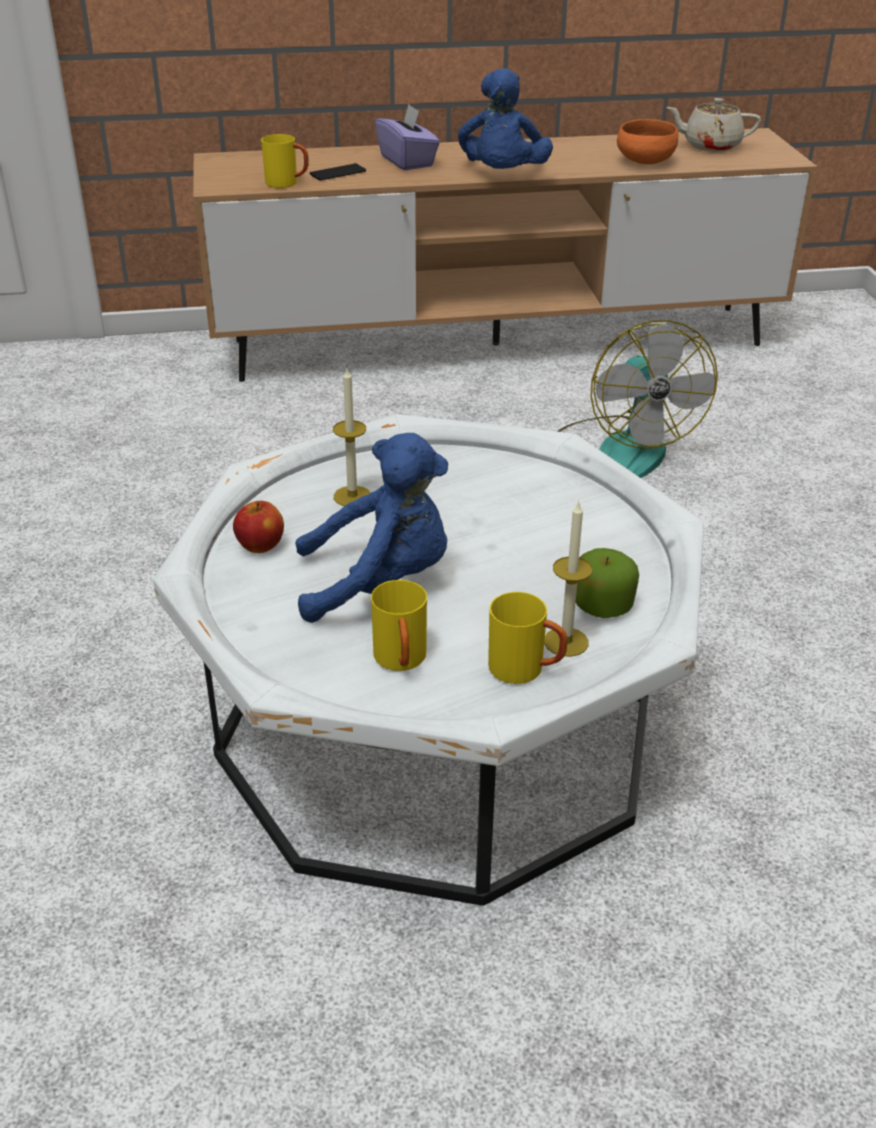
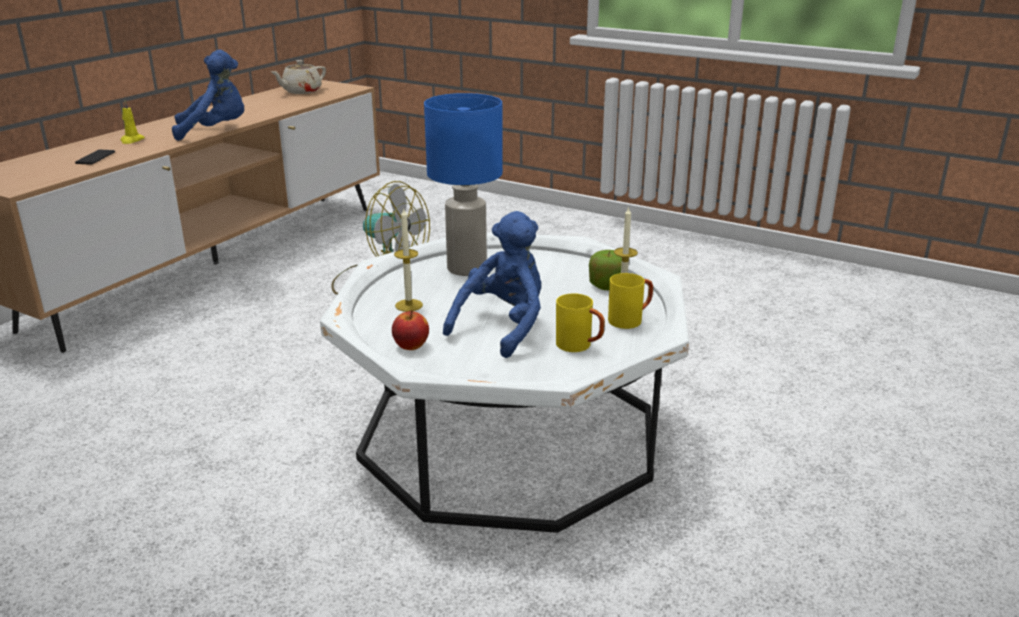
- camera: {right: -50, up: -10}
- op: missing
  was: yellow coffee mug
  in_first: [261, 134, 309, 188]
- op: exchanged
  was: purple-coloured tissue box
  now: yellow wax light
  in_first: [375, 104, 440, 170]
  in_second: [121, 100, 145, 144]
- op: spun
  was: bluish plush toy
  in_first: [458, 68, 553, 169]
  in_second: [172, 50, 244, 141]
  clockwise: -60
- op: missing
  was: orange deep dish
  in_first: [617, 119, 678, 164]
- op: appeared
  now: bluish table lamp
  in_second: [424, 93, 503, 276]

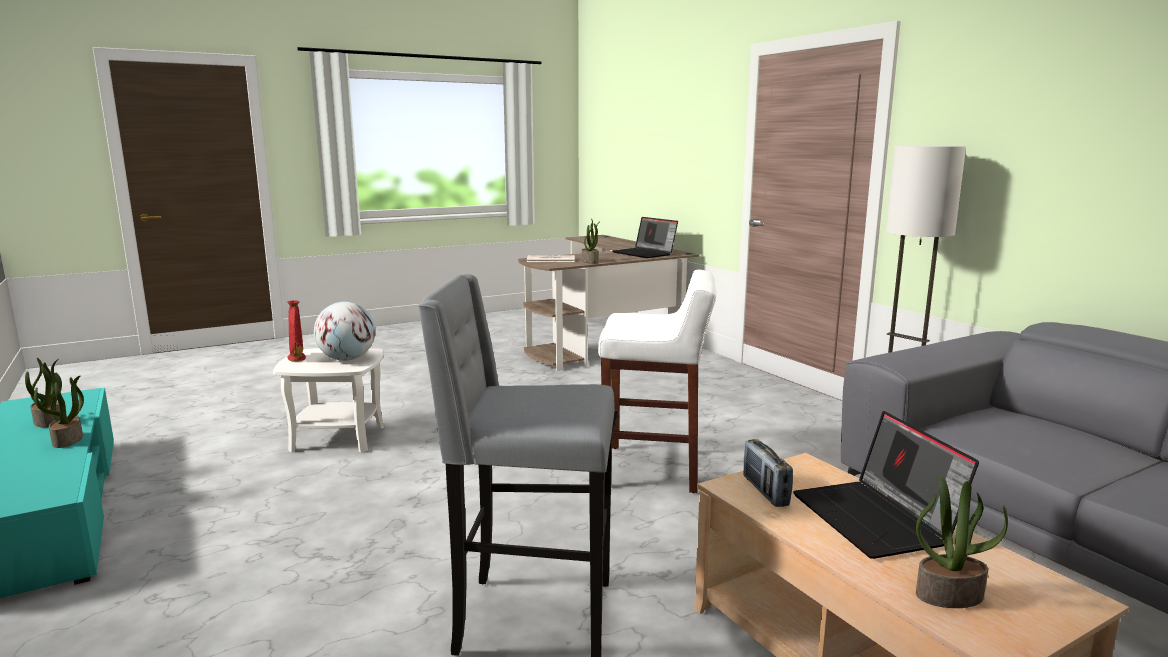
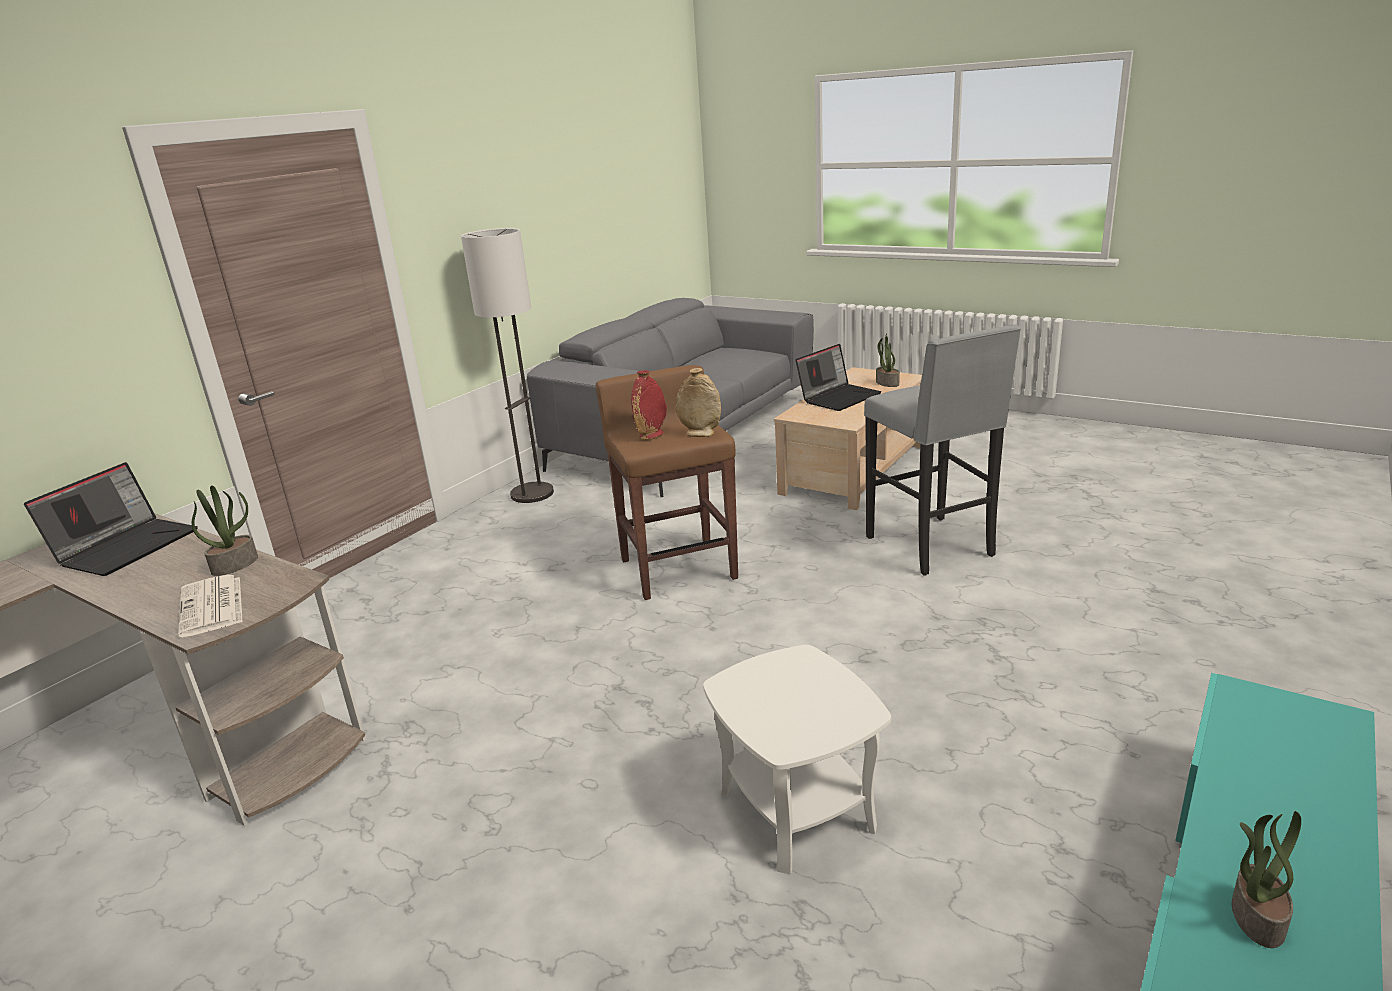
- camera: {right: -115, up: 10}
- op: missing
  was: potted plant
  in_first: [34, 373, 84, 448]
- op: relocated
  was: red-coloured decorative vase
  in_first: [287, 300, 306, 362]
  in_second: [631, 370, 667, 440]
- op: missing
  was: globe
  in_first: [314, 302, 375, 361]
- op: colour
  was: white-coloured stool
  now: brownish stool
  in_first: [598, 270, 716, 493]
  in_second: [596, 365, 738, 600]
- op: missing
  was: radio
  in_first: [743, 439, 793, 507]
- op: appeared
  now: beige decorative vase
  in_second: [676, 368, 721, 437]

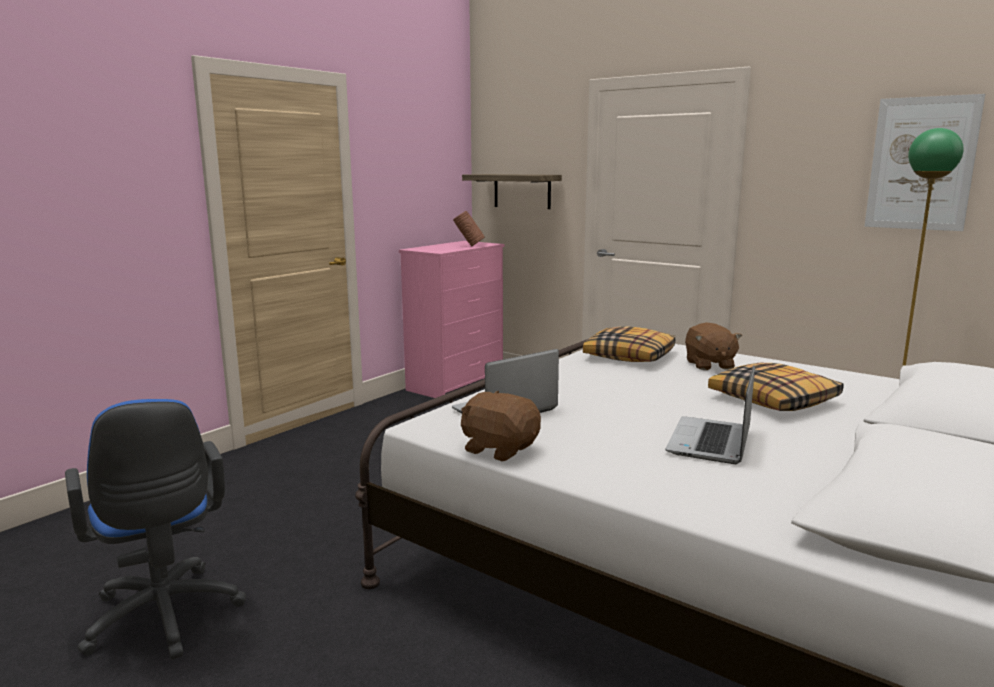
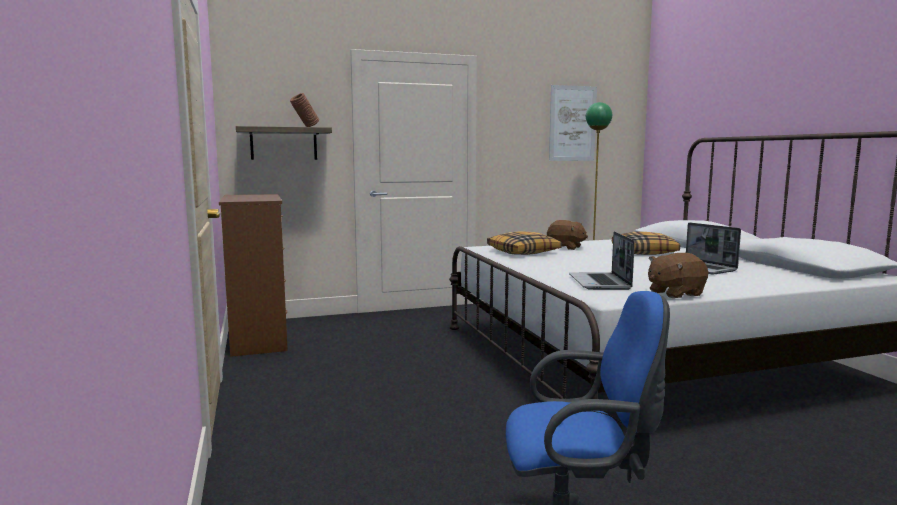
- camera: {right: -55, up: -5}
- op: colour
  was: pinkish chest of drawers
  now: brownish chest of drawers
  in_first: [399, 241, 504, 398]
  in_second: [219, 194, 288, 357]
- op: relocated
  was: brownish decorative vase
  in_first: [453, 211, 485, 246]
  in_second: [290, 93, 319, 127]

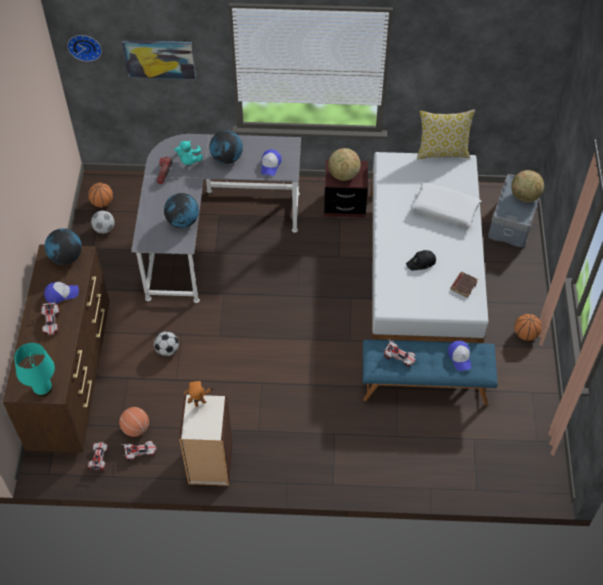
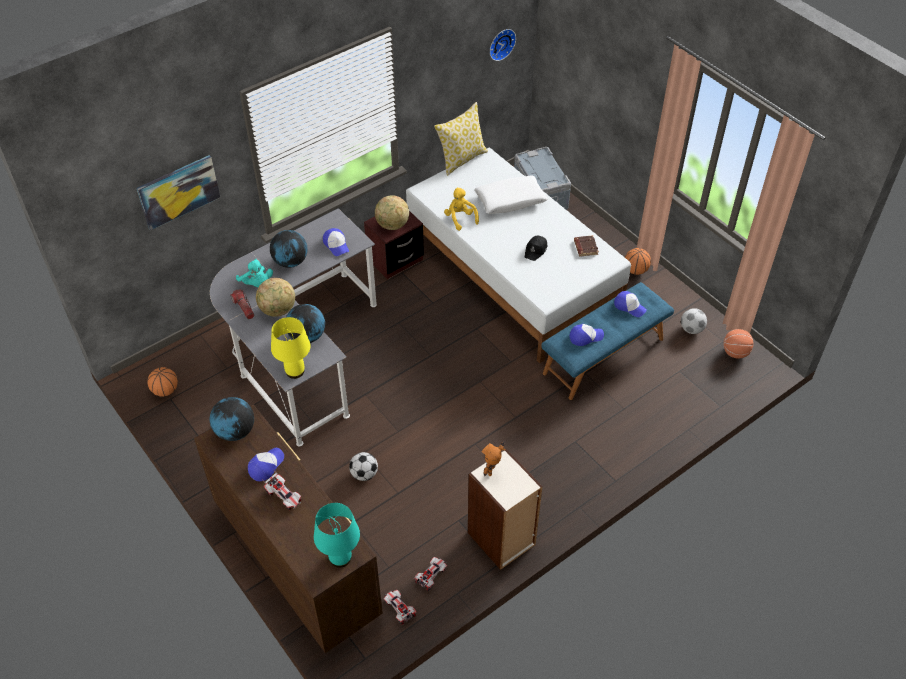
- camera: {right: -40, up: -5}
- op: relocated
  was: clock on the wall
  in_first: [67, 35, 102, 62]
  in_second: [490, 29, 516, 61]
- op: relocated
  was: football ball
  in_first: [91, 211, 115, 234]
  in_second: [681, 308, 707, 334]
- op: relocated
  was: basketball ball
  in_first: [119, 407, 149, 437]
  in_second: [724, 329, 753, 359]
- op: exchanged
  was: model car
  now: baseball cap
  in_first: [383, 339, 416, 367]
  in_second: [570, 324, 604, 346]
- op: relocated
  was: globe
  in_first: [511, 170, 544, 202]
  in_second: [256, 278, 295, 317]
- op: appeared
  now: yellow table lamp
  in_second: [271, 317, 311, 379]
- op: appeared
  now: yellow plush toy
  in_second: [444, 188, 479, 231]

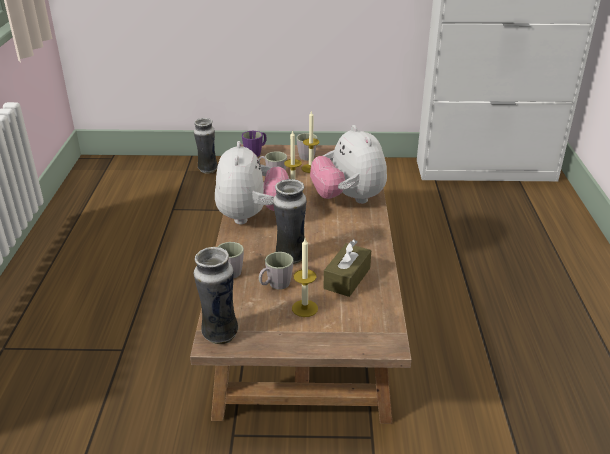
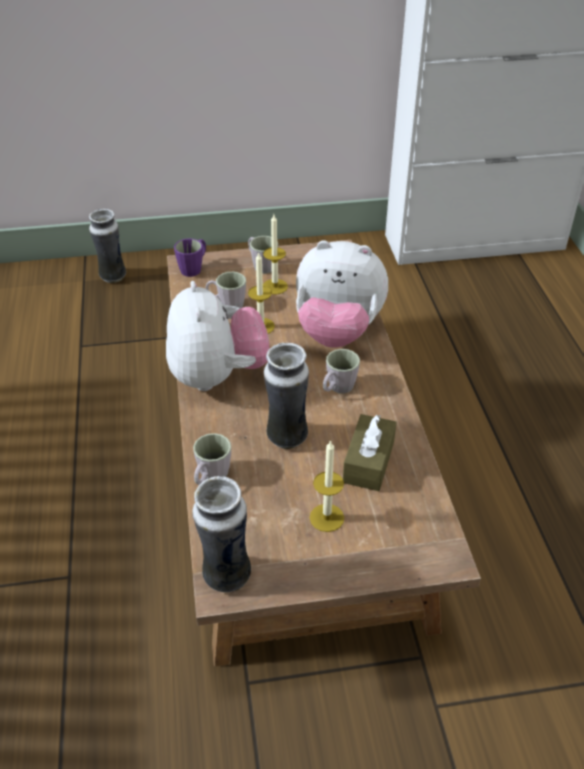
- camera: {right: -10, up: 10}
- op: relocated
  was: gray coffee mug
  in_first: [259, 252, 293, 290]
  in_second: [323, 349, 360, 394]
- op: spun
  was: plush toy
  in_first: [310, 125, 387, 204]
  in_second: [296, 240, 388, 348]
  clockwise: -45

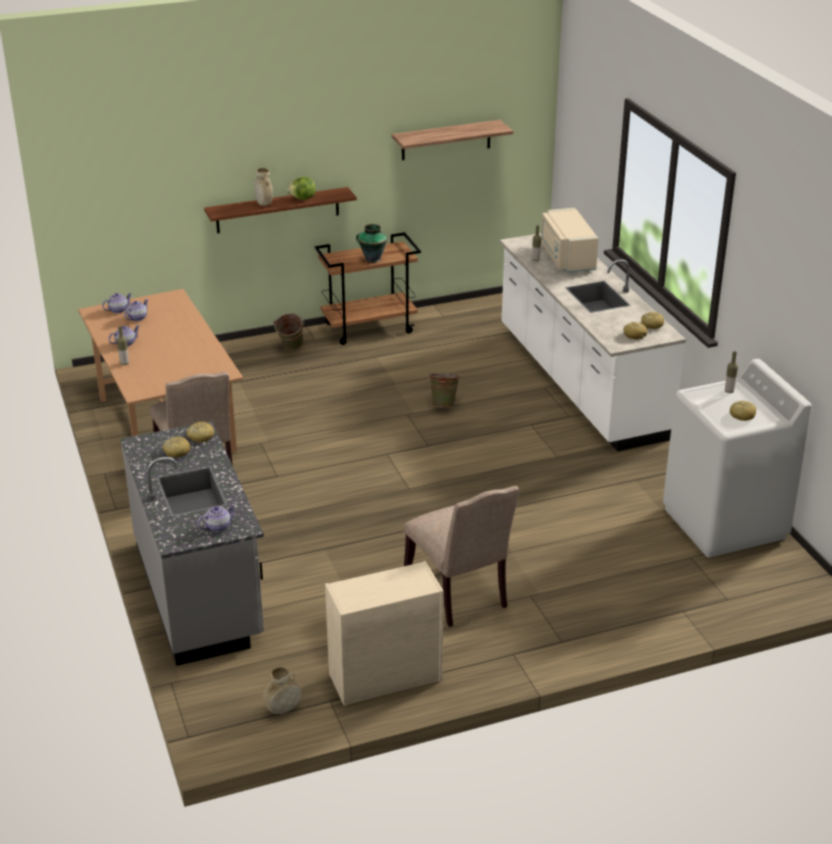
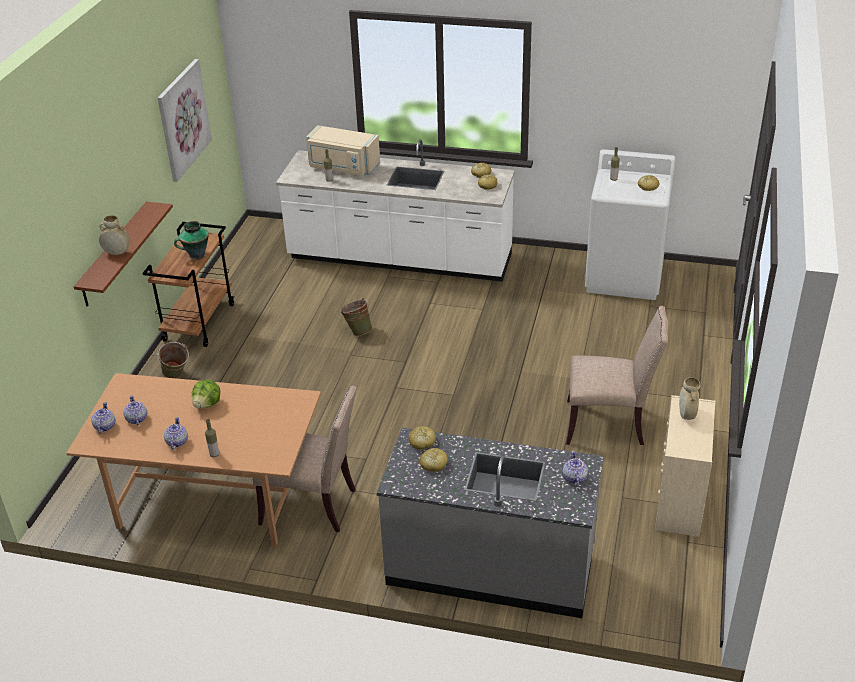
- camera: {right: -55, up: 5}
- op: relocated
  was: beige decorative vase
  in_first: [263, 667, 302, 714]
  in_second: [679, 377, 700, 420]
- op: relocated
  was: lettuce
  in_first: [287, 177, 316, 200]
  in_second: [192, 379, 220, 408]
- op: exchanged
  was: wall shelf
  now: wall art
  in_first: [392, 120, 514, 160]
  in_second: [158, 59, 212, 182]

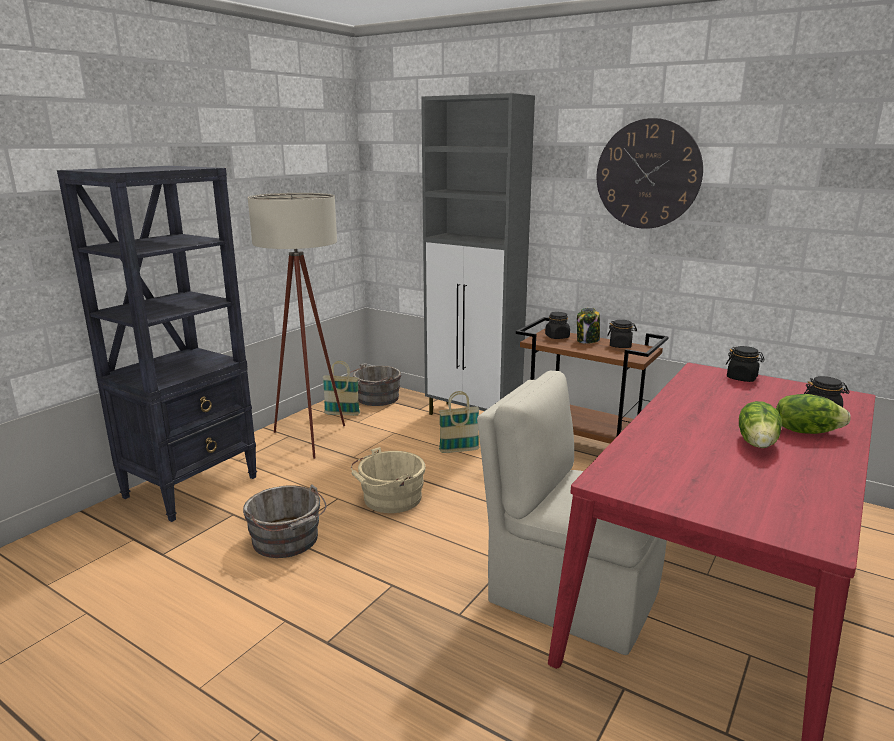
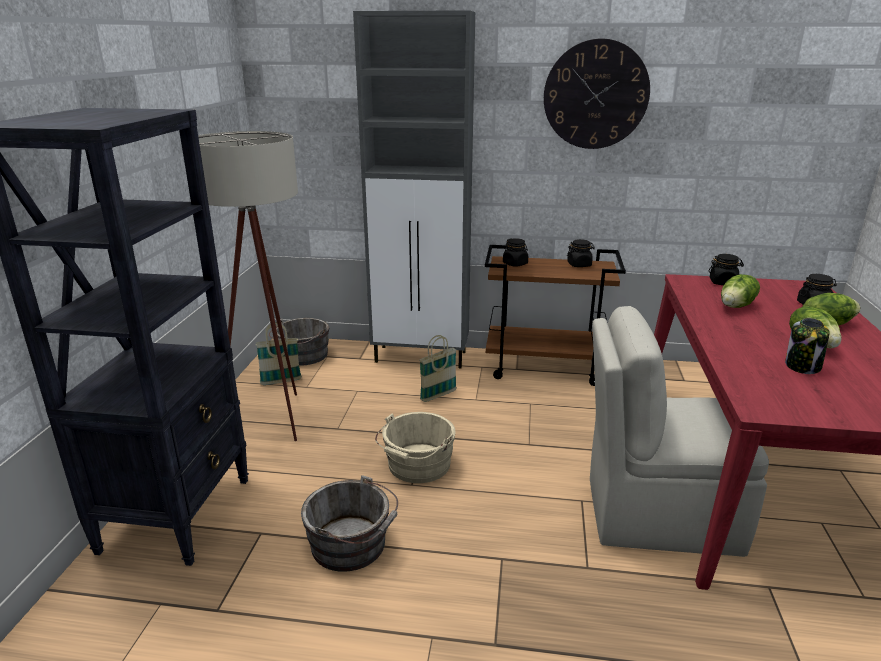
- camera: {right: -25, up: 5}
- op: relocated
  was: jar
  in_first: [577, 308, 600, 344]
  in_second: [785, 318, 830, 374]
- op: appeared
  now: lettuce
  in_second: [721, 274, 760, 308]

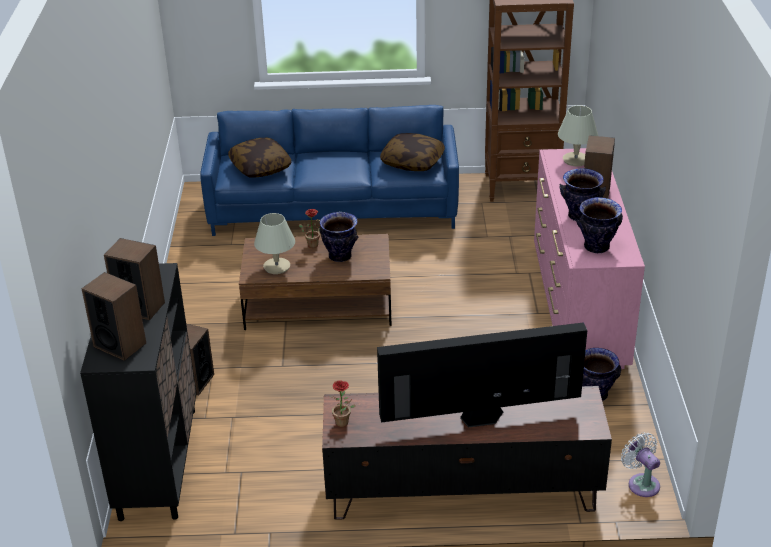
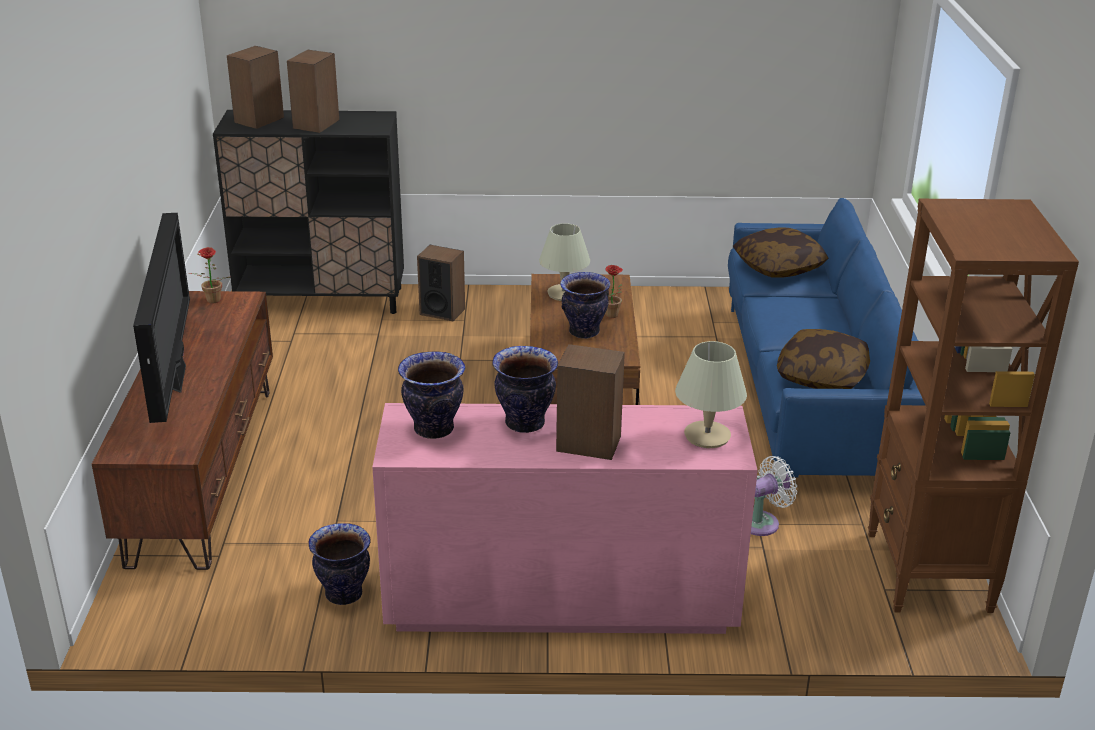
- camera: {right: 90, up: -5}
- op: relocated
  was: white-coloured cooling fan
  in_first: [621, 433, 660, 497]
  in_second: [751, 456, 797, 536]

